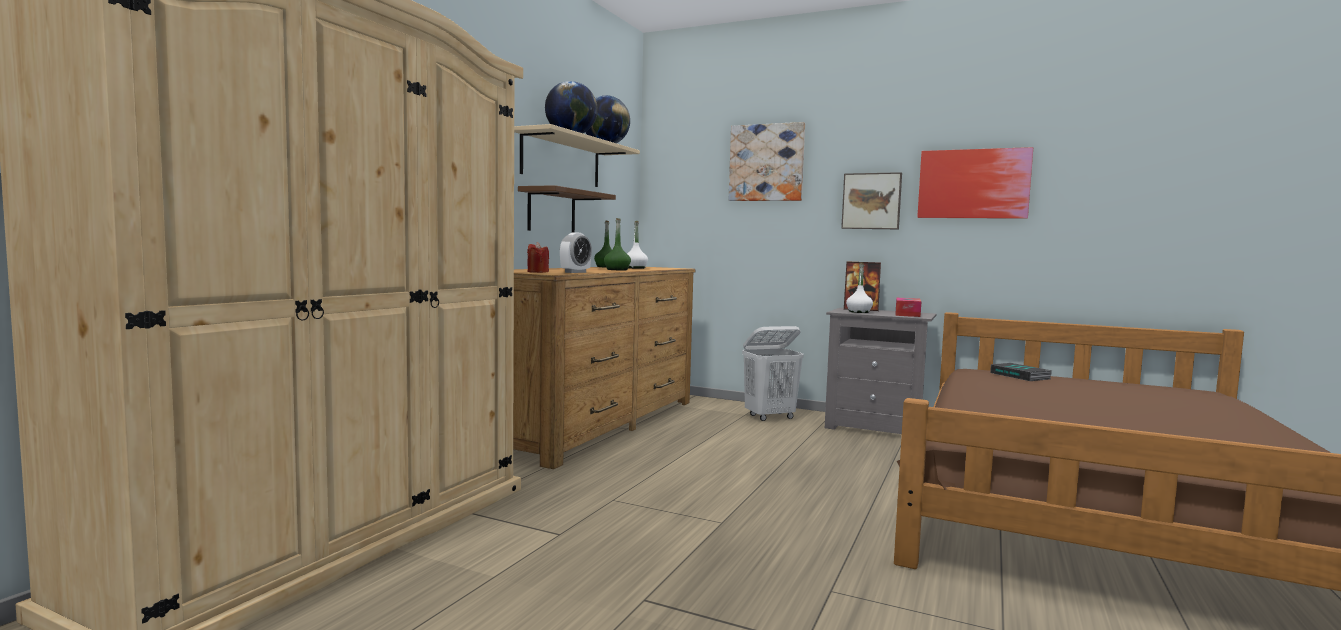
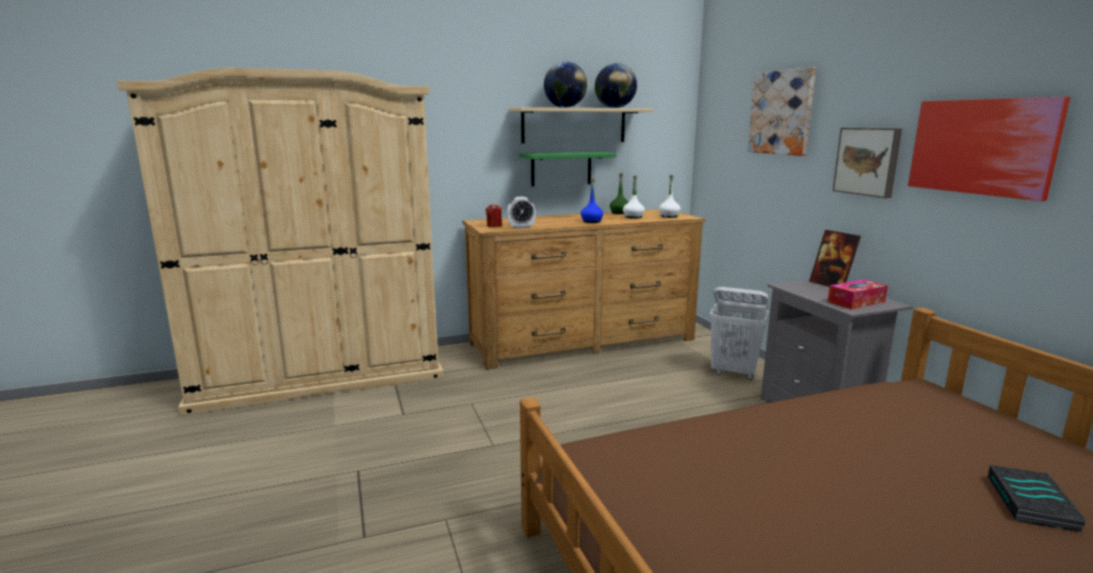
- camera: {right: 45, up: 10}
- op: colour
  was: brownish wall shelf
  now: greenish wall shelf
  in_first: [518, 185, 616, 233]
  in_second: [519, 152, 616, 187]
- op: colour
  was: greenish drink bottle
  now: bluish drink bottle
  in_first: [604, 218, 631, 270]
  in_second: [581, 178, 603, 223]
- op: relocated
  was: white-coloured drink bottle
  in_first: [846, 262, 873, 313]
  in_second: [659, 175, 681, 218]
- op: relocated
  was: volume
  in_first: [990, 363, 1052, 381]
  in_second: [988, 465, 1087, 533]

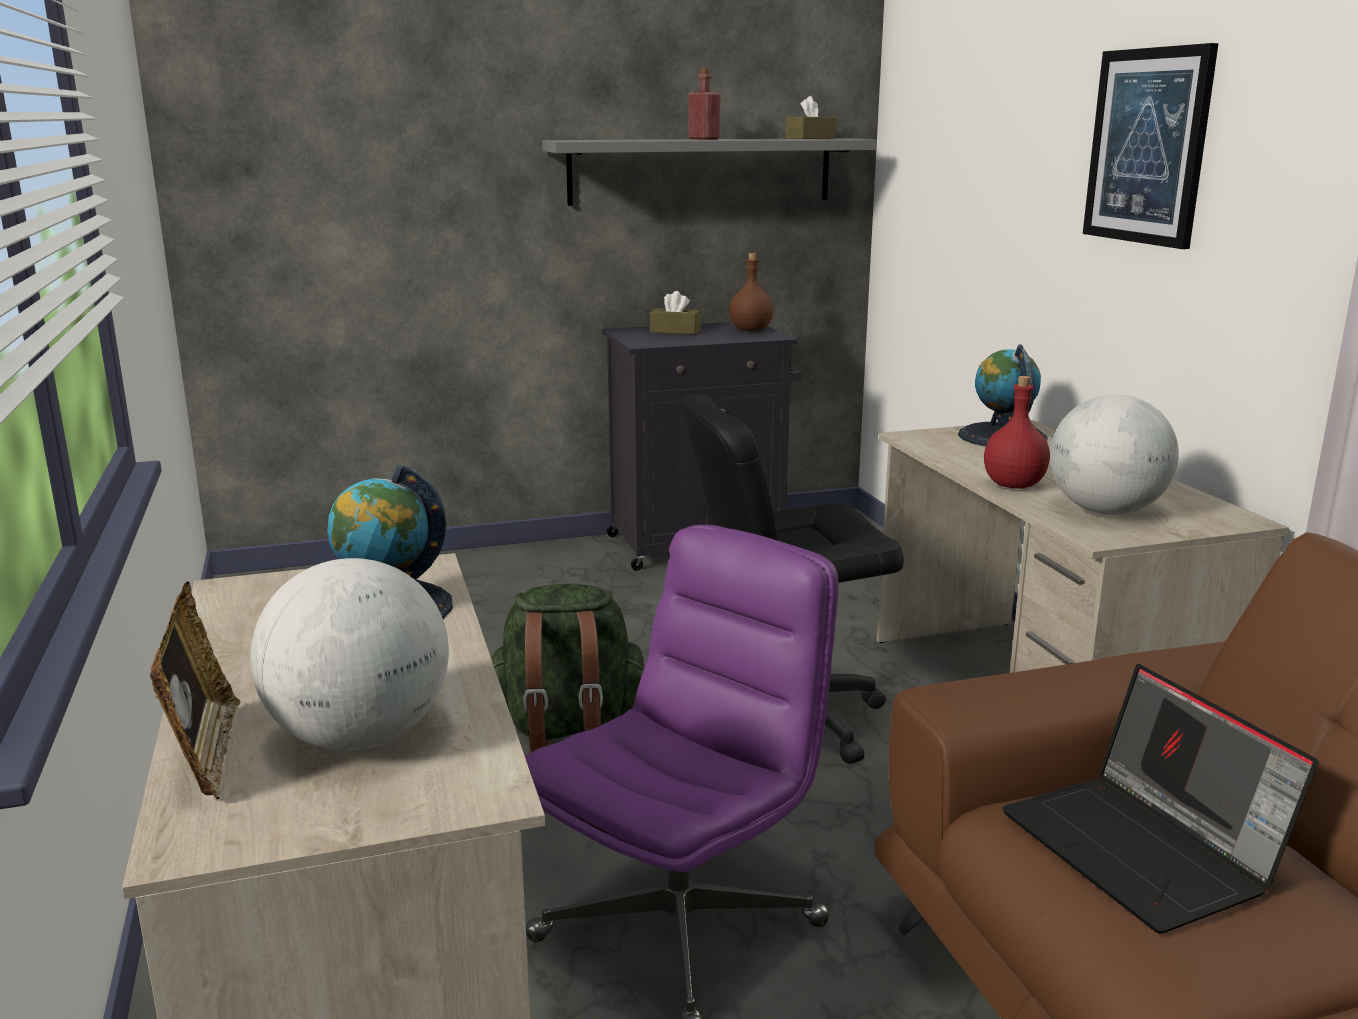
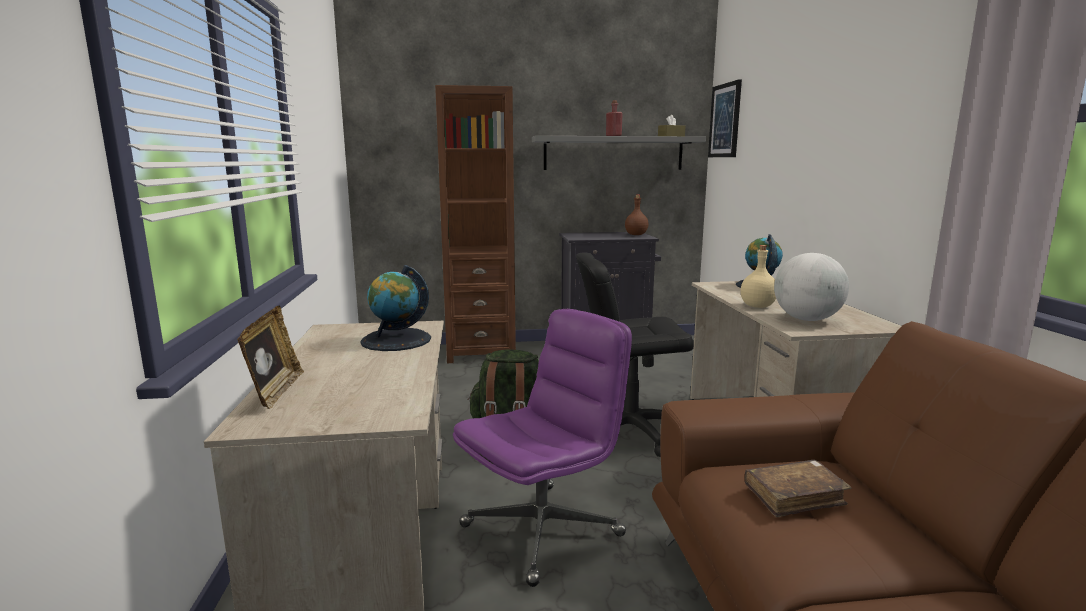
- camera: {right: 10, up: -5}
- op: missing
  was: globe
  in_first: [250, 558, 449, 751]
- op: missing
  was: brownish tissue box
  in_first: [650, 291, 701, 335]
- op: colour
  was: red-coloured drink bottle
  now: beige drink bottle
  in_first: [984, 376, 1050, 489]
  in_second: [741, 245, 776, 308]
- op: exchanged
  was: portable computer
  now: brownish volume
  in_first: [1002, 664, 1318, 933]
  in_second: [745, 460, 851, 517]
- op: relocated
  was: wall art
  in_first: [1083, 43, 1219, 249]
  in_second: [708, 79, 742, 157]
- op: appeared
  now: brownish shelving unit
  in_second: [435, 85, 516, 363]

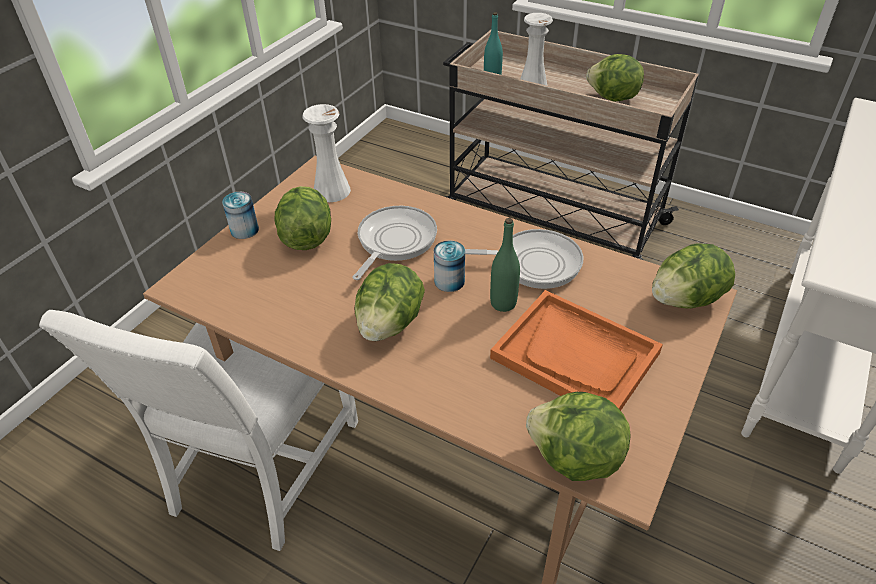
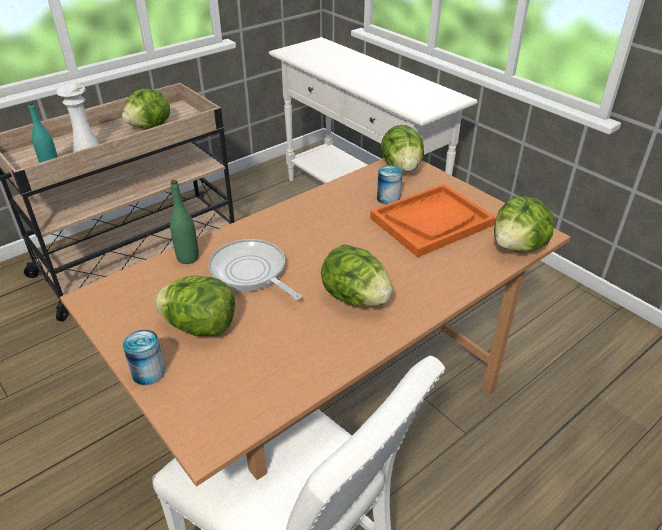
- camera: {right: -70, up: -5}
- op: missing
  was: white-coloured decorative vase
  in_first: [303, 104, 351, 202]
- op: relocated
  was: can
  in_first: [434, 240, 465, 292]
  in_second: [377, 165, 402, 205]
- op: missing
  was: skillet
  in_first: [465, 229, 583, 289]
- op: relocated
  was: greenish drink bottle
  in_first: [490, 218, 520, 312]
  in_second: [170, 180, 199, 264]

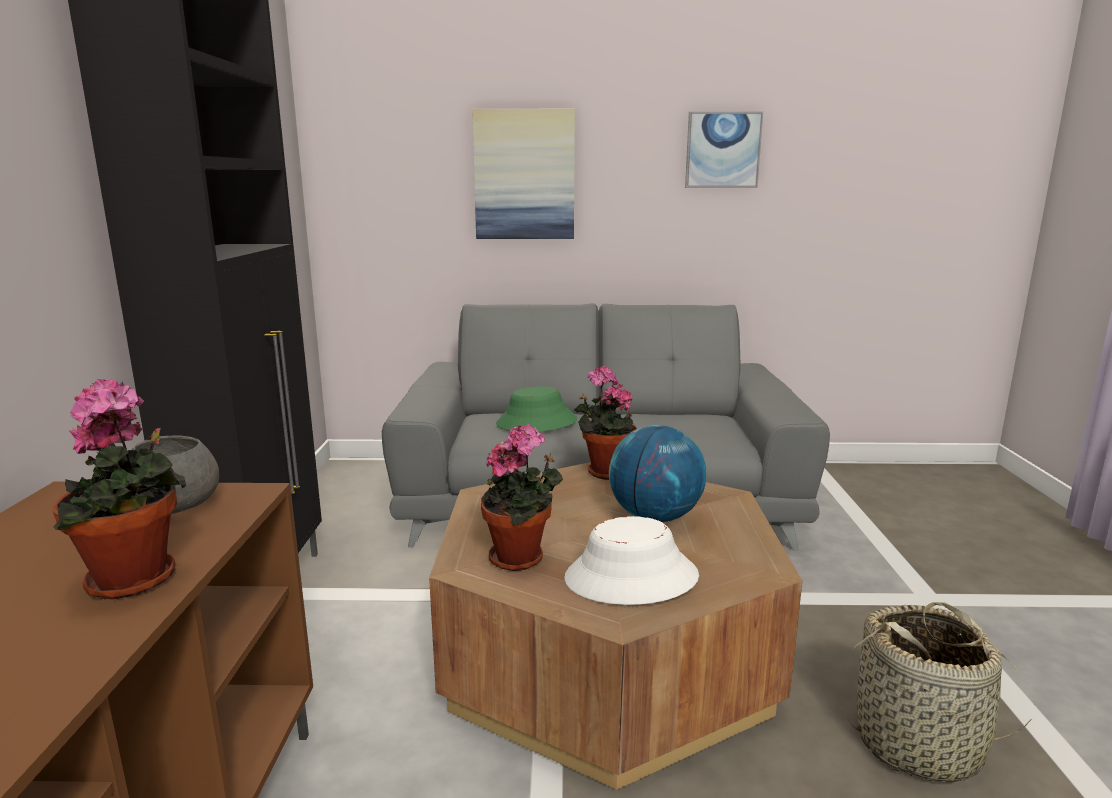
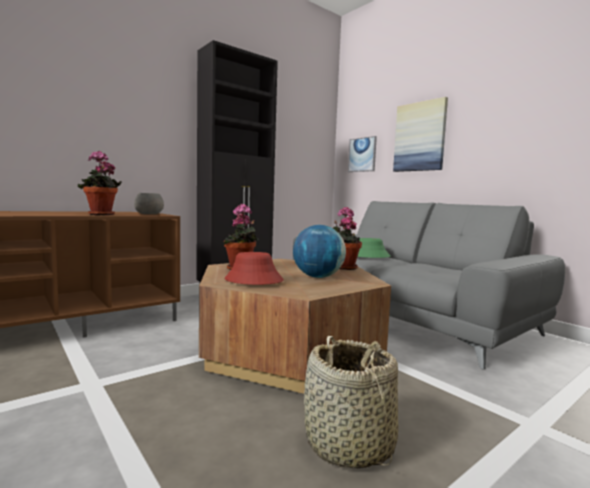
- camera: {right: 50, up: -10}
- op: colour
  was: white-coloured hat
  now: red-coloured hat
  in_first: [564, 516, 699, 605]
  in_second: [225, 252, 284, 285]
- op: relocated
  was: wall art
  in_first: [685, 112, 763, 188]
  in_second: [348, 136, 377, 172]

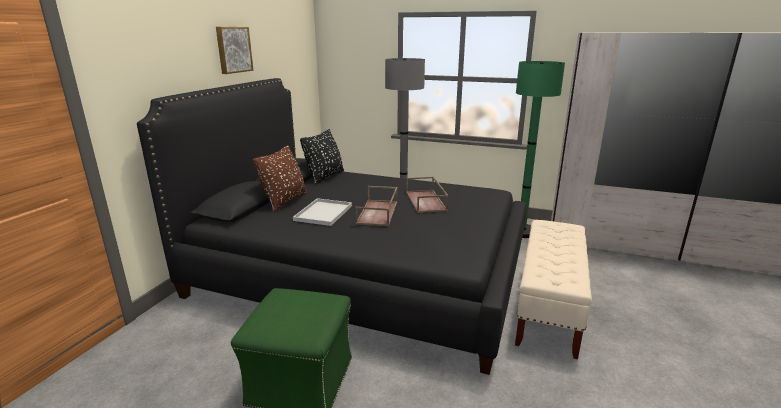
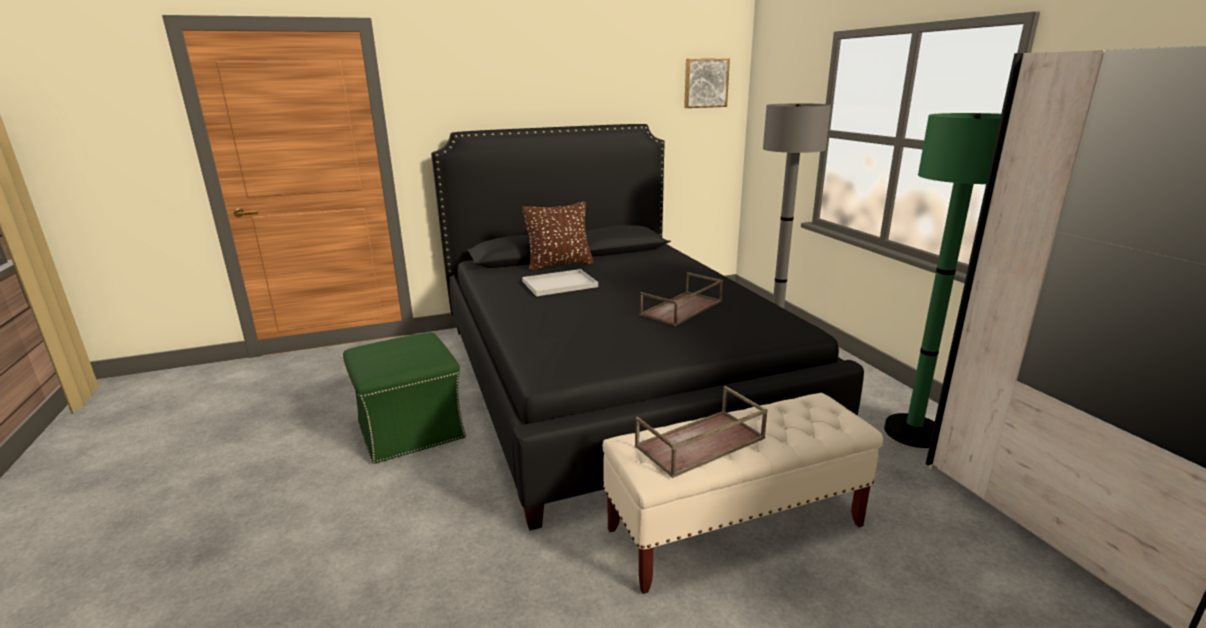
- camera: {right: 50, up: 0}
- op: relocated
  was: wall art
  in_first: [216, 27, 253, 74]
  in_second: [684, 58, 730, 108]
- op: missing
  was: black pillow
  in_first: [300, 129, 344, 184]
- op: relocated
  was: brownish carrying tray
  in_first: [355, 186, 397, 226]
  in_second: [635, 386, 768, 478]

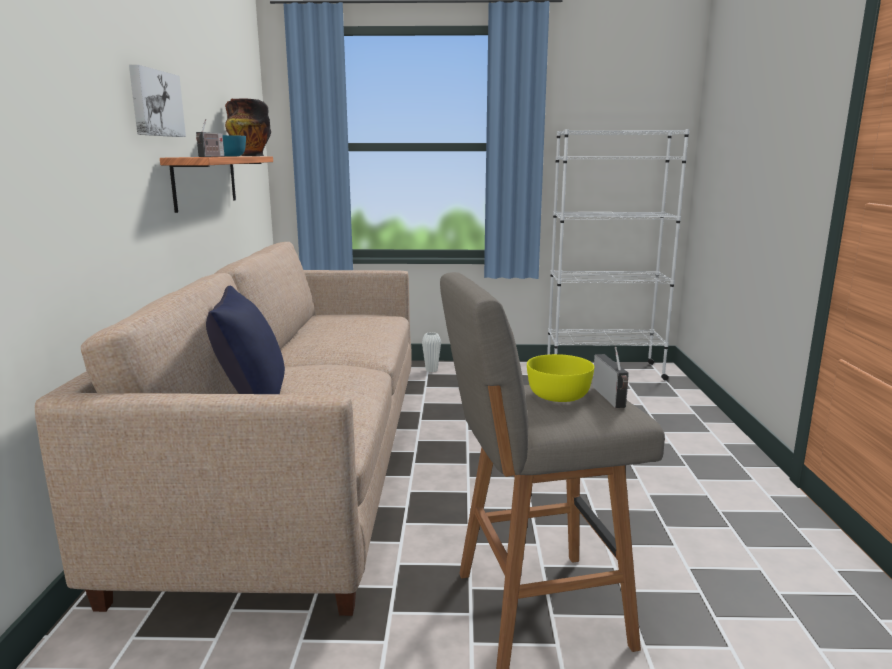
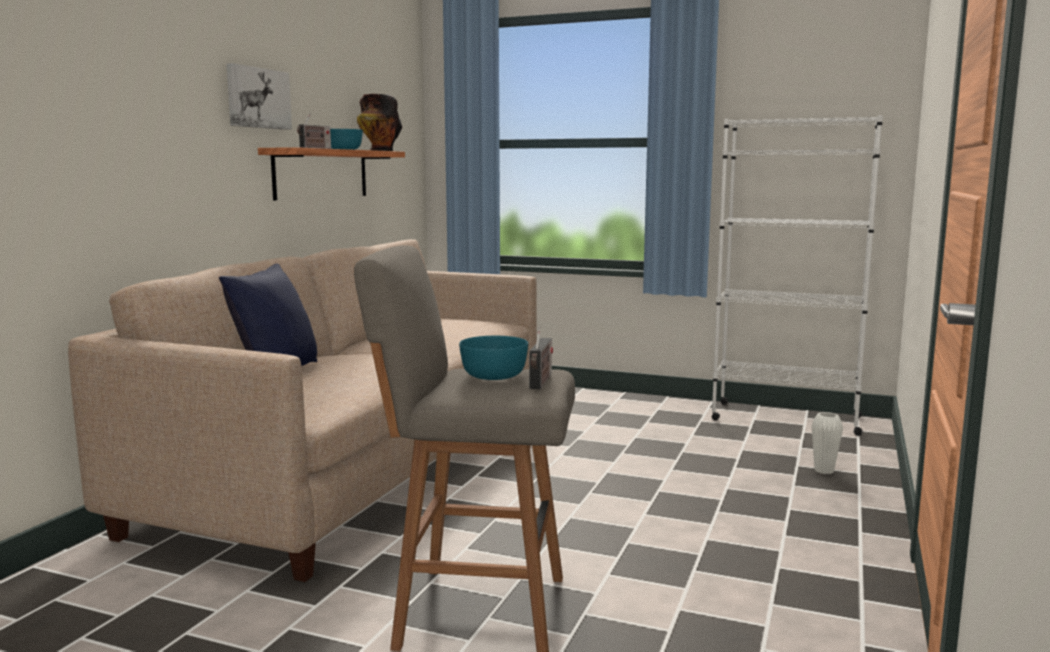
- camera: {right: 20, up: -5}
- op: relocated
  was: white-coloured decorative vase
  in_first: [422, 332, 441, 372]
  in_second: [812, 412, 843, 474]
- op: colour
  was: yellow deep dish
  now: turquoise-coloured deep dish
  in_first: [527, 354, 594, 402]
  in_second: [459, 336, 528, 380]

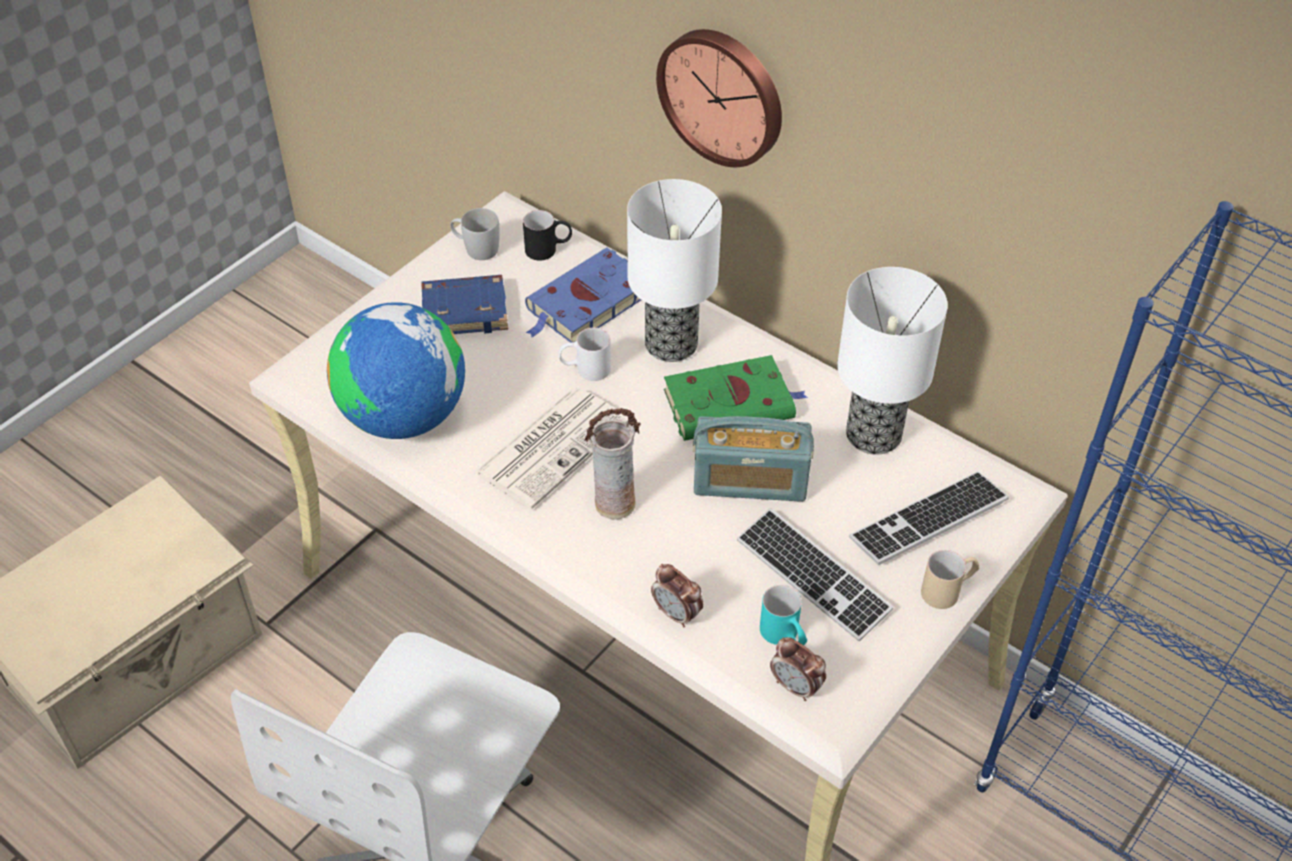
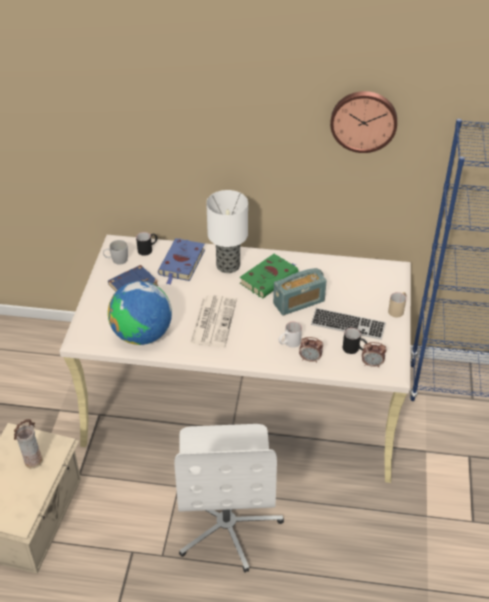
- camera: {right: -30, up: -5}
- op: relocated
  was: white-coloured coffee mug
  in_first: [559, 328, 611, 381]
  in_second: [278, 322, 302, 348]
- op: relocated
  was: decorative vase
  in_first: [584, 408, 641, 520]
  in_second: [14, 419, 43, 469]
- op: relocated
  was: clock on the wall
  in_first: [656, 29, 782, 167]
  in_second: [330, 91, 397, 153]
- op: colour
  was: turquoise-coloured coffee mug
  now: black coffee mug
  in_first: [760, 585, 807, 645]
  in_second: [343, 328, 367, 354]
- op: missing
  was: table lamp
  in_first: [837, 267, 948, 455]
- op: missing
  was: PC keyboard
  in_first: [849, 471, 1009, 565]

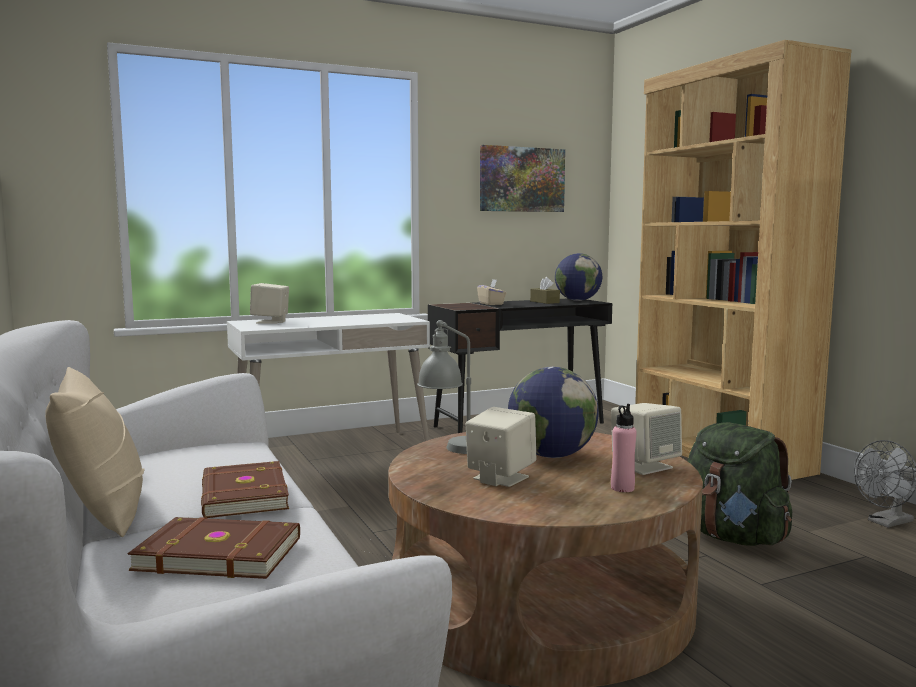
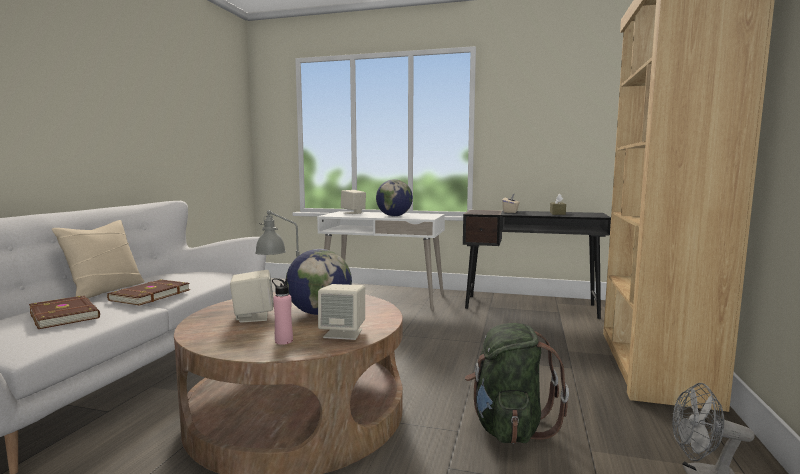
- camera: {right: 40, up: 0}
- op: missing
  was: wall art
  in_first: [480, 145, 565, 212]
- op: relocated
  was: globe
  in_first: [555, 253, 602, 301]
  in_second: [376, 179, 413, 216]

